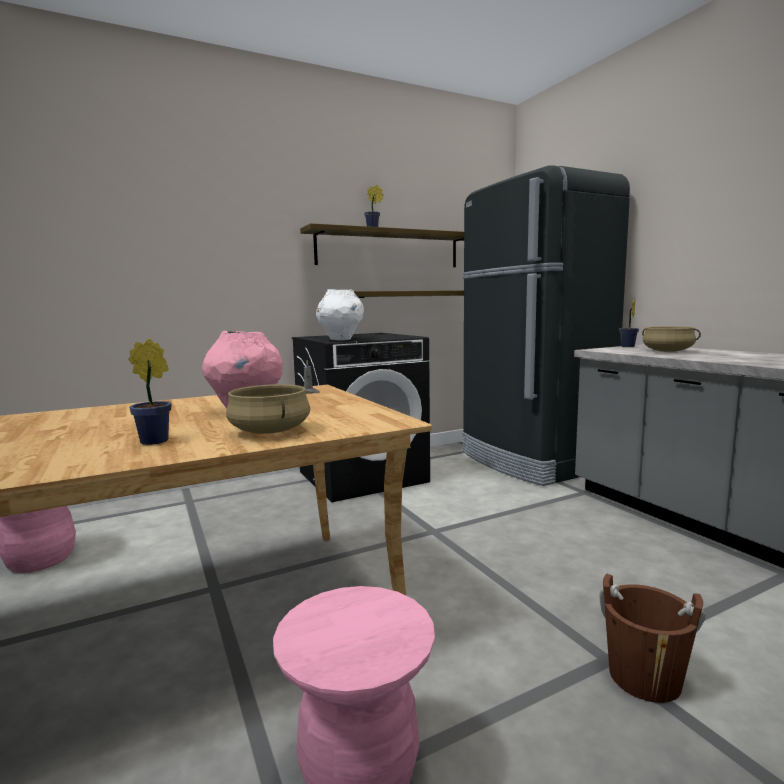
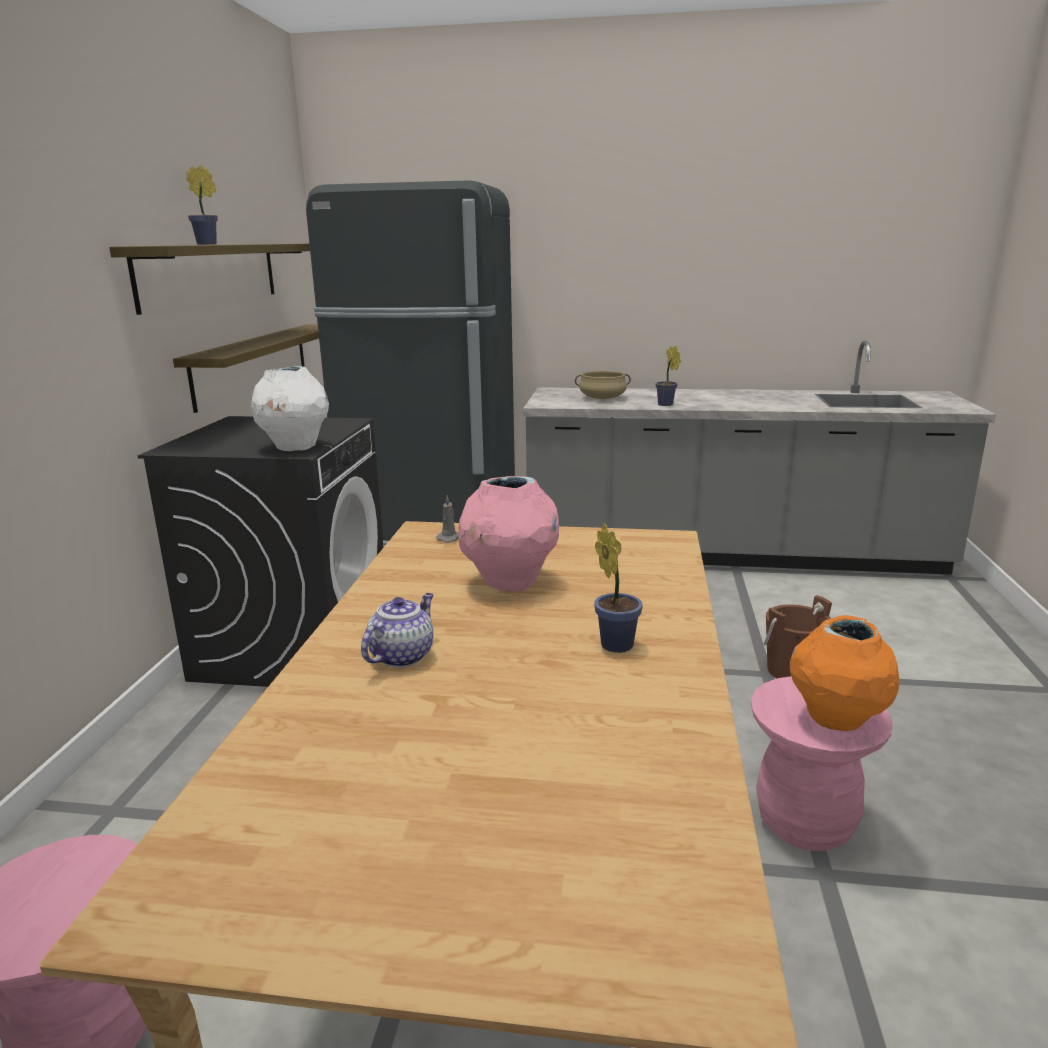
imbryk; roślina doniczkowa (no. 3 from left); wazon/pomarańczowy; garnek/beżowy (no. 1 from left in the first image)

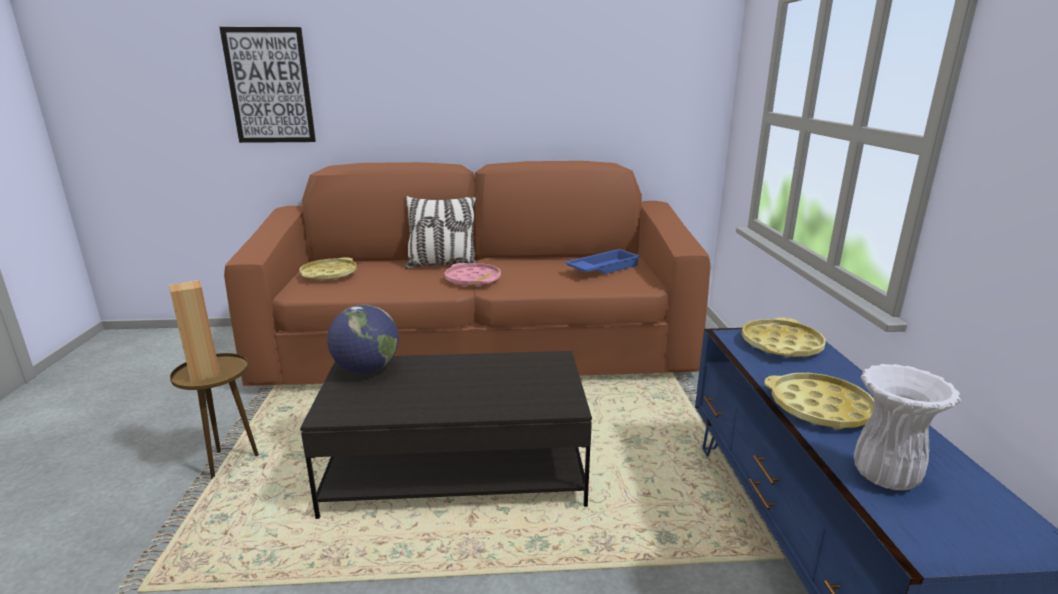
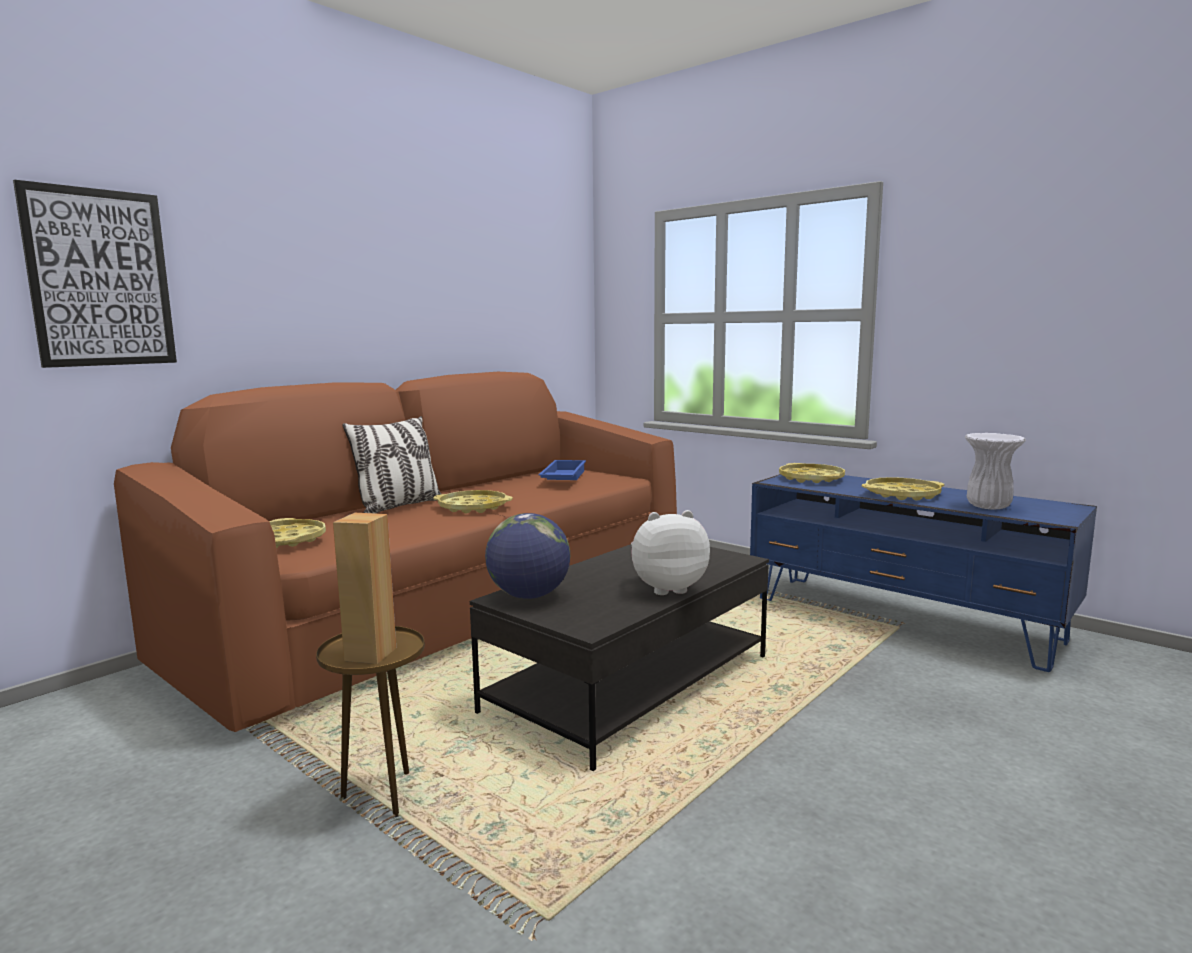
taca/żółty (no. 2 from left); pluszak

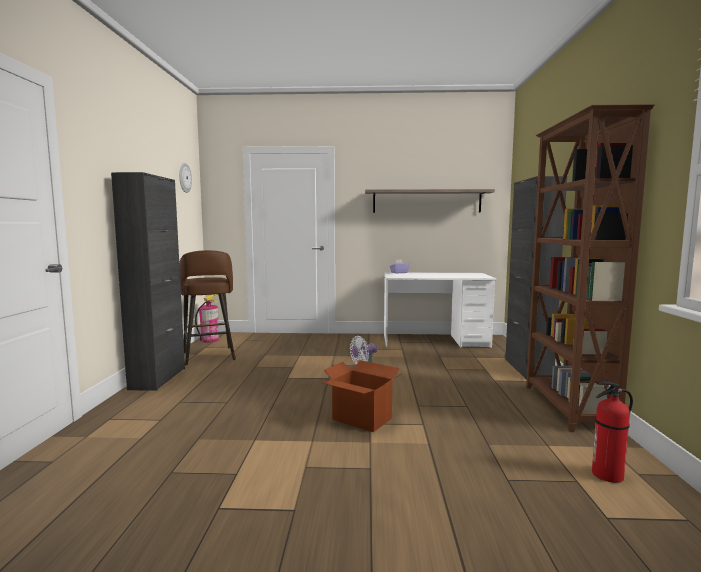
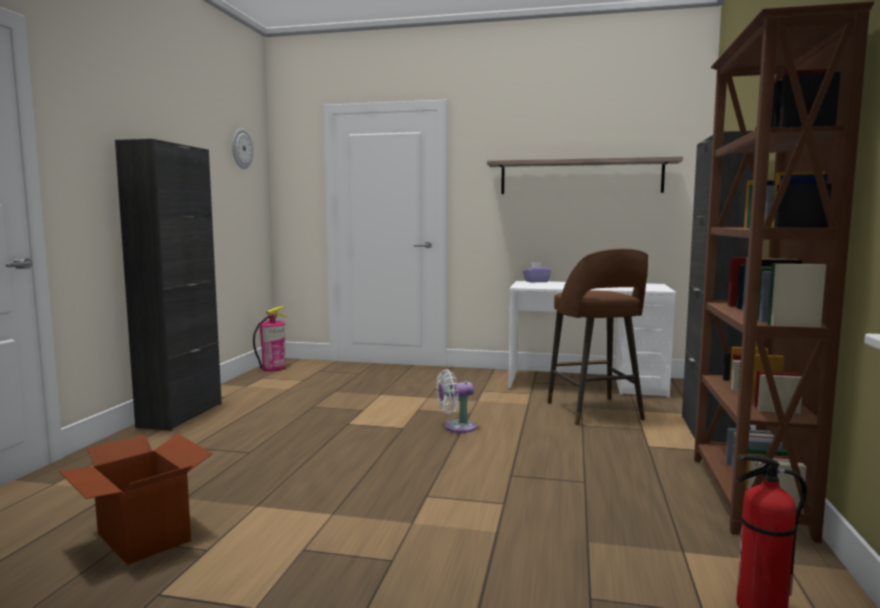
karton; stołek/brązowy

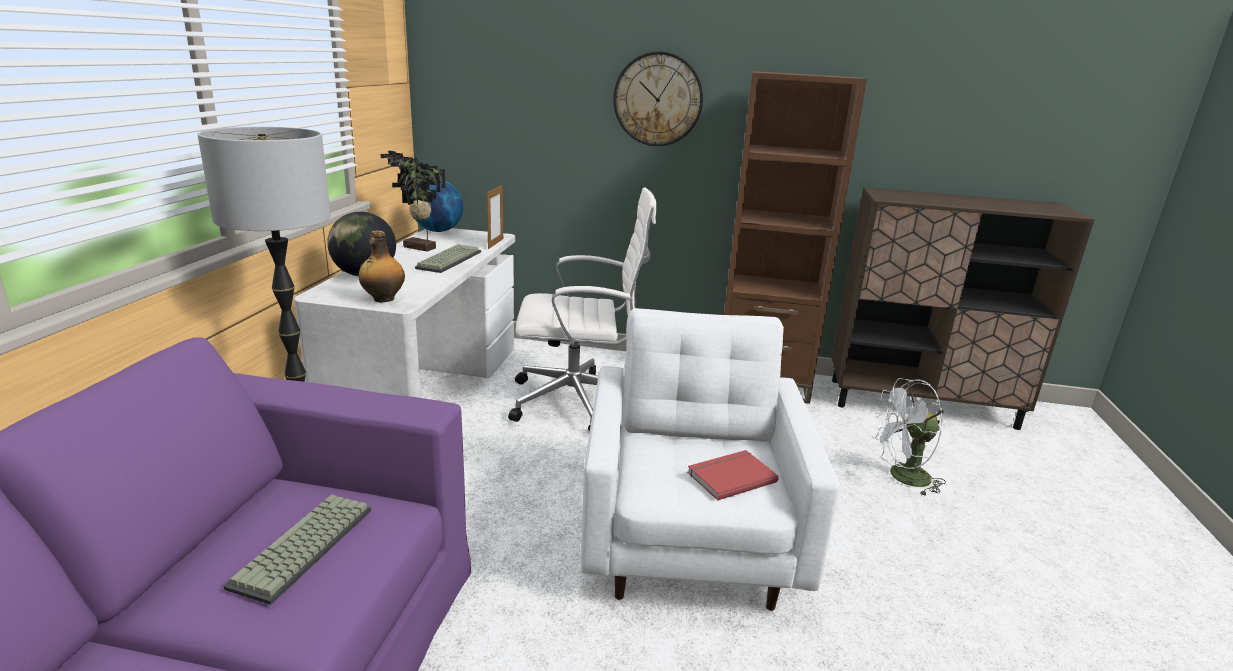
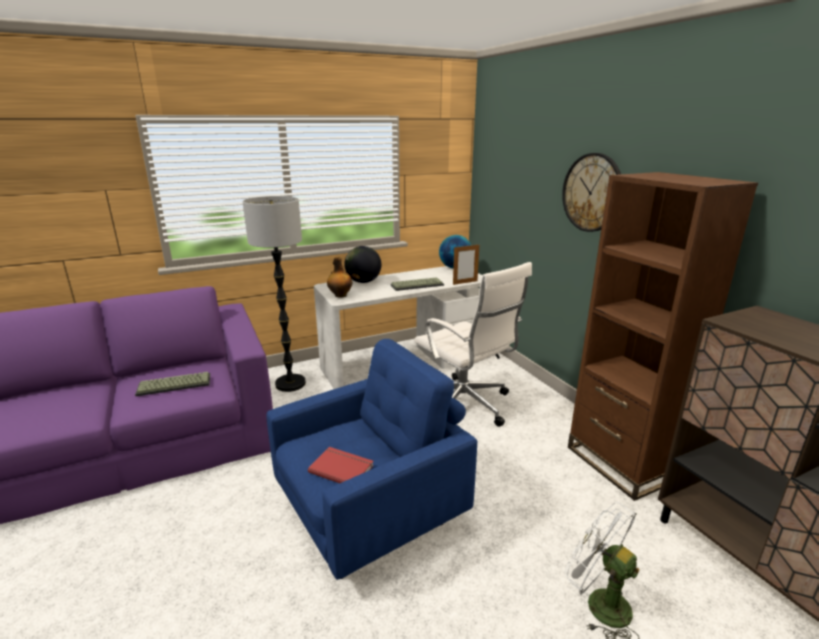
fotel/niebieski; roślina doniczkowa

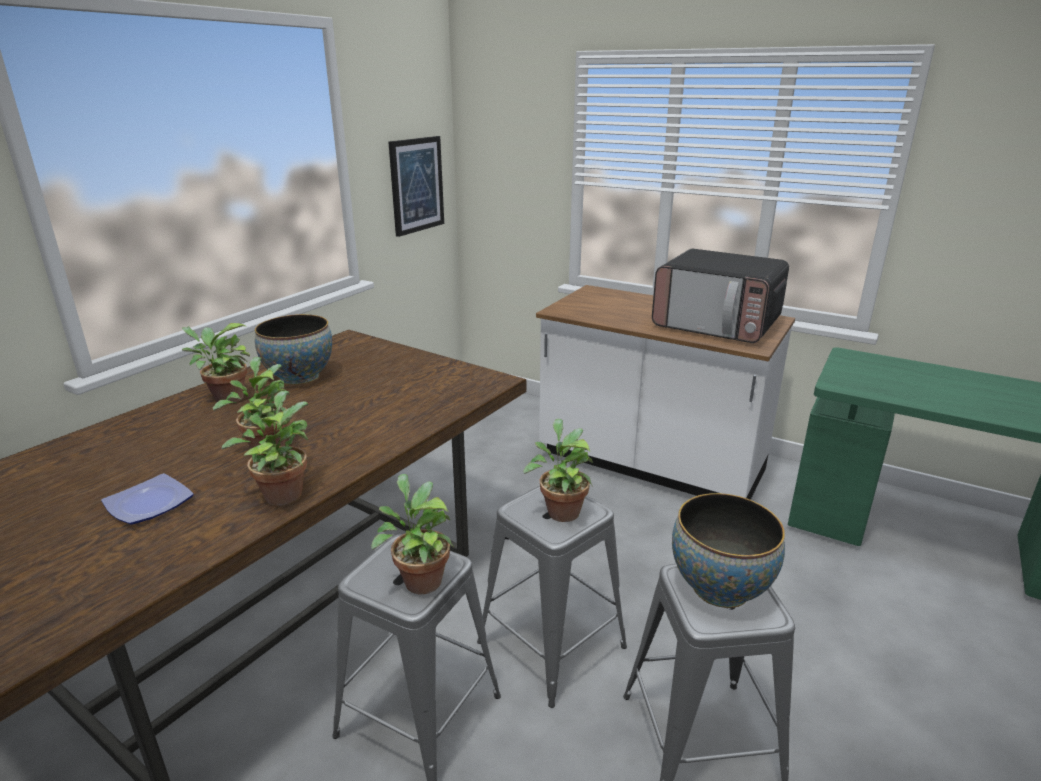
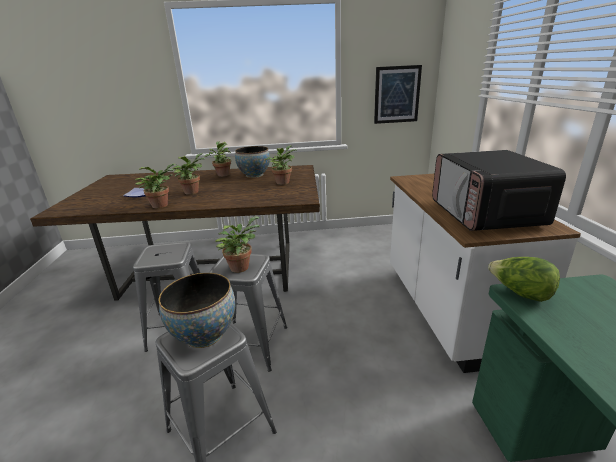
roślina doniczkowa (no. 5 from left); sałata

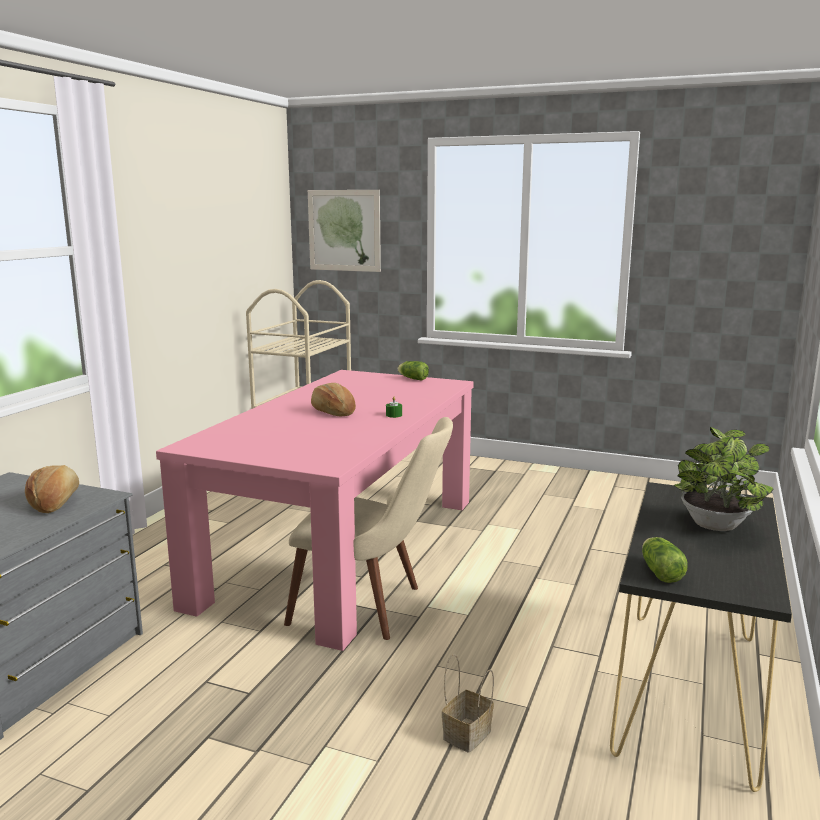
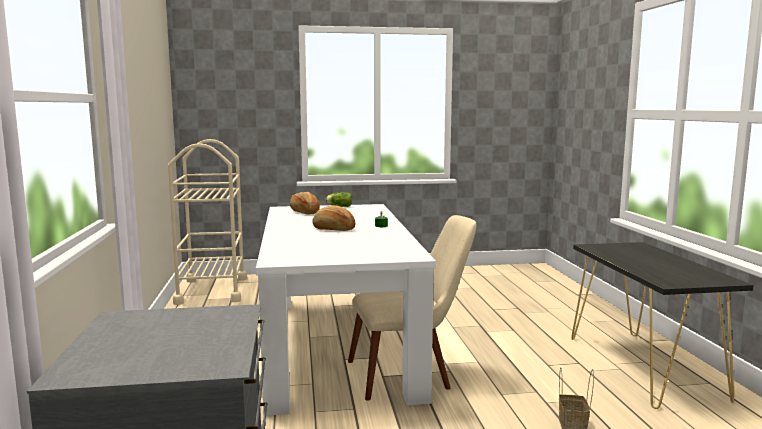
stół jadalny/biały; chleb (no. 1 from left); obraz; sałata (no. 2 from left in the first image); roślina doniczkowa

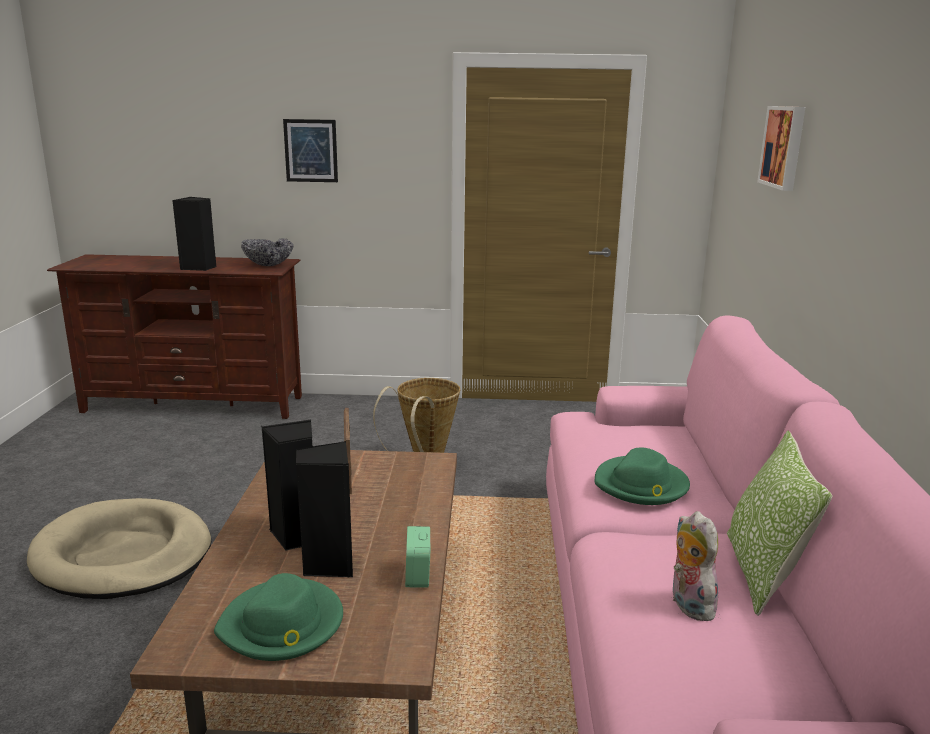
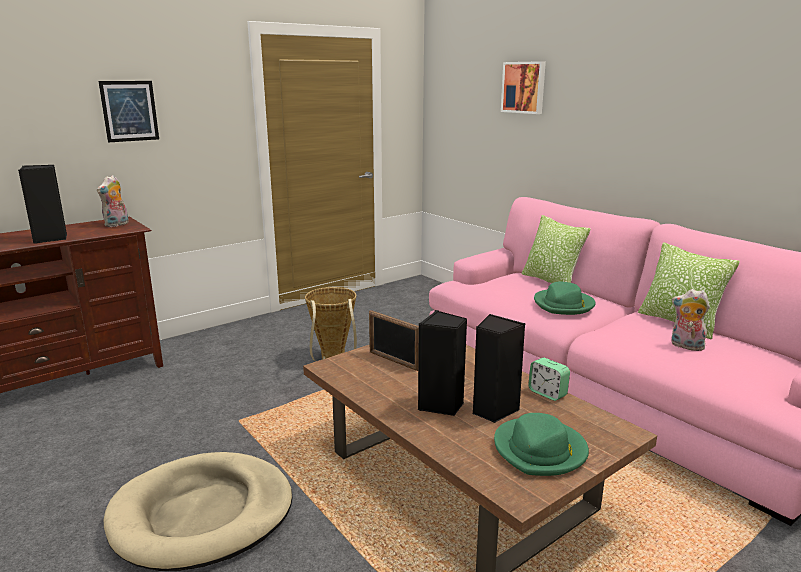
pluszak (no. 1 from left); poduszka (no. 1 from left)

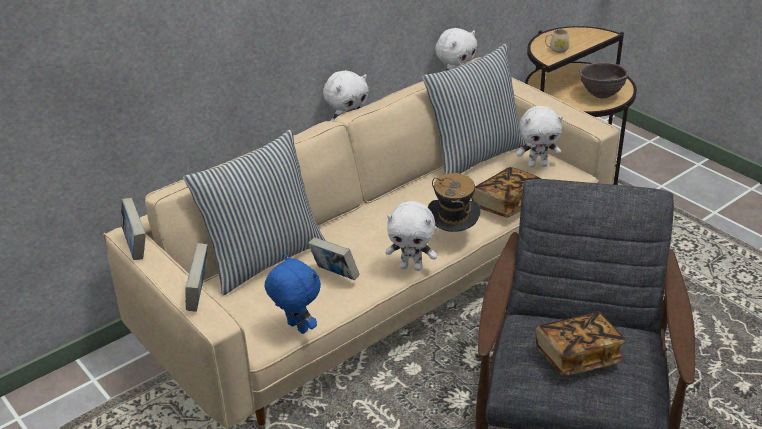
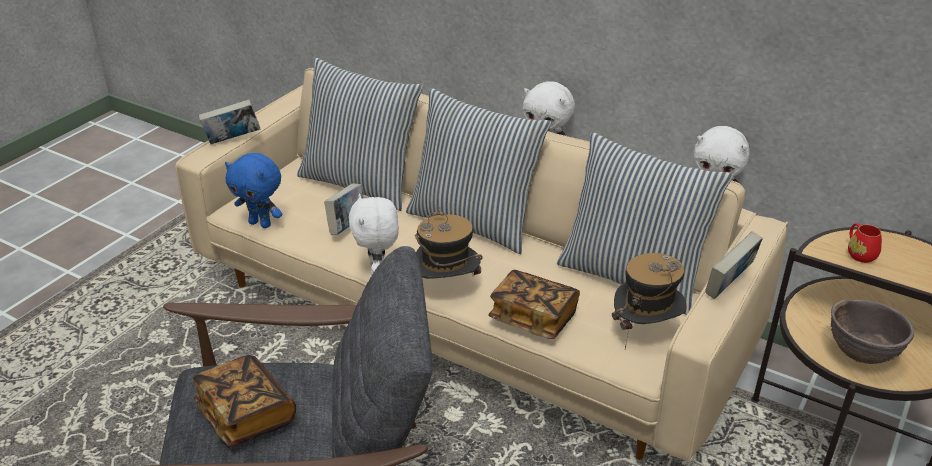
pluszak/niebieski; poduszka (no. 2 from left); kapelusz (no. 2 from left); książka (no. 5 from left); kubek/czerwony

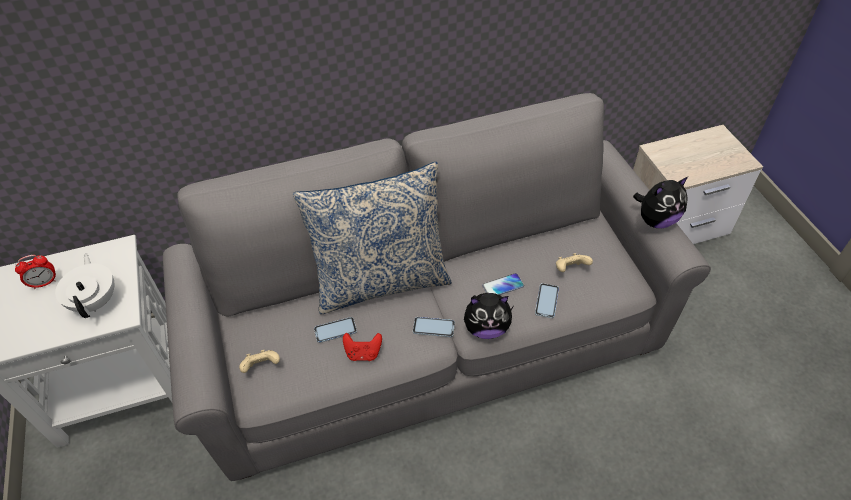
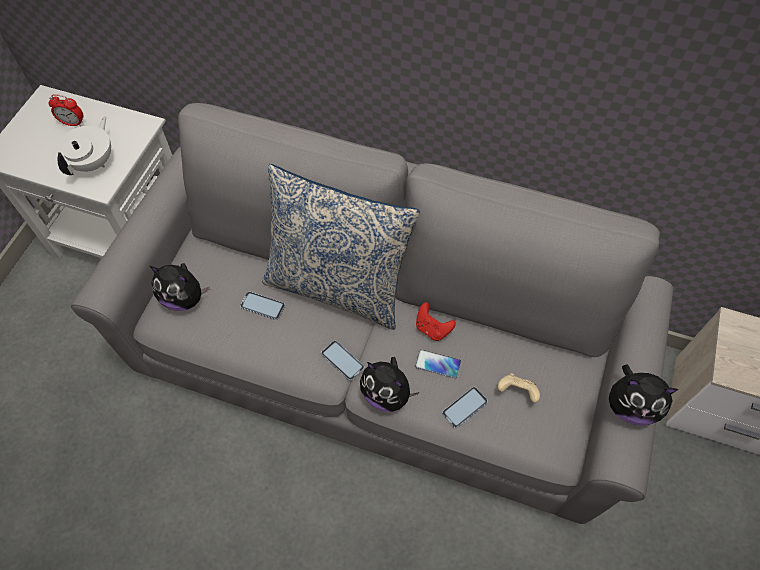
pluszak (no. 1 from left); pad do gier/czerwony

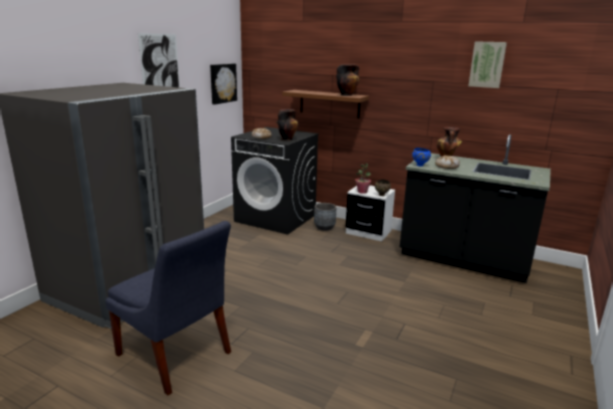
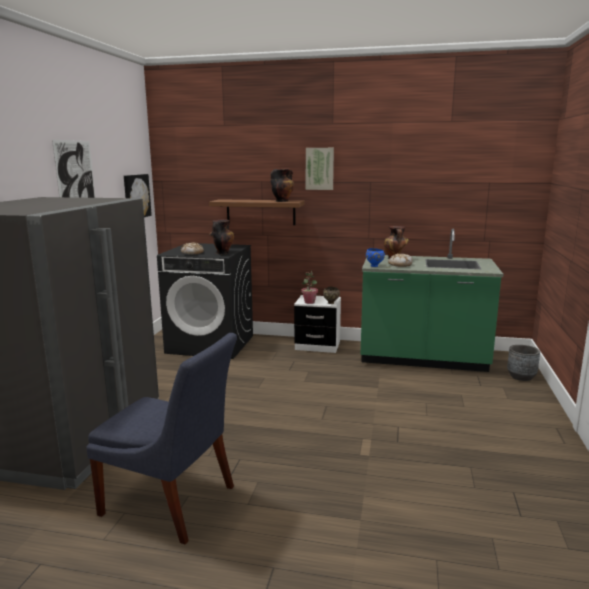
obraz (no. 3 from left); zabudowa kuchenna/zielony; donica/szary

